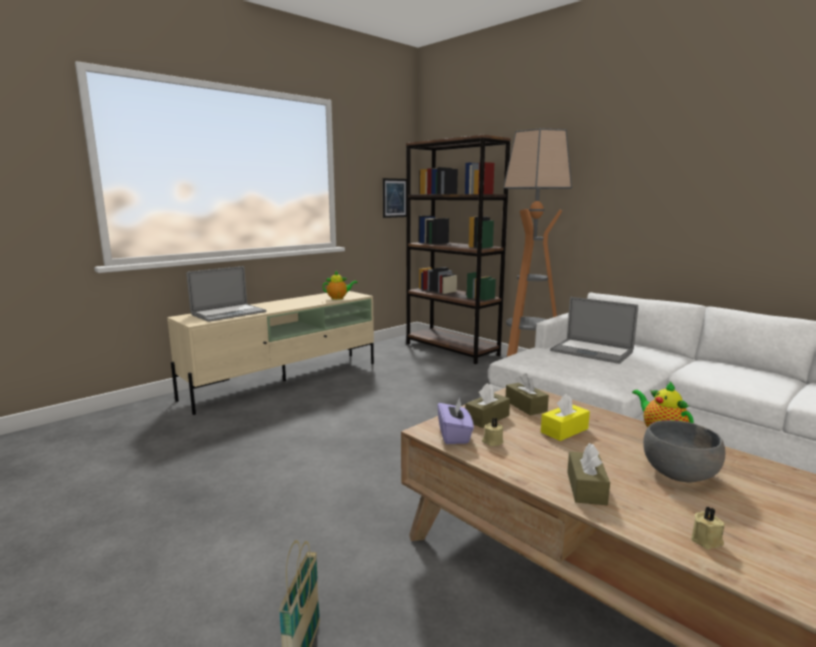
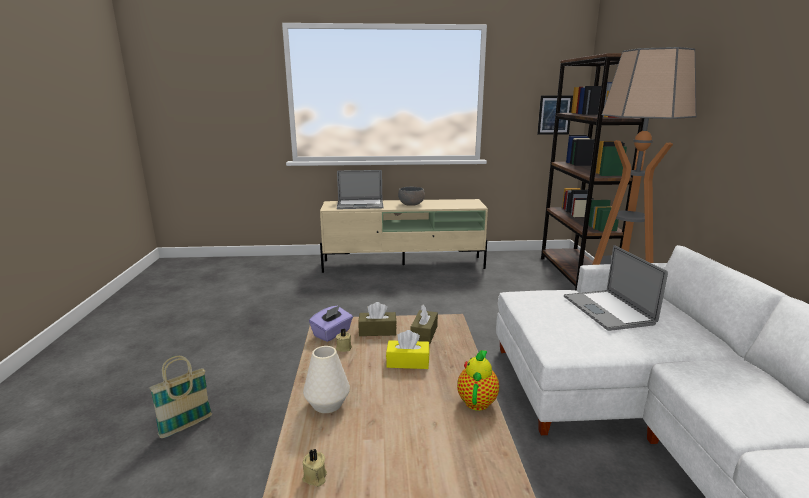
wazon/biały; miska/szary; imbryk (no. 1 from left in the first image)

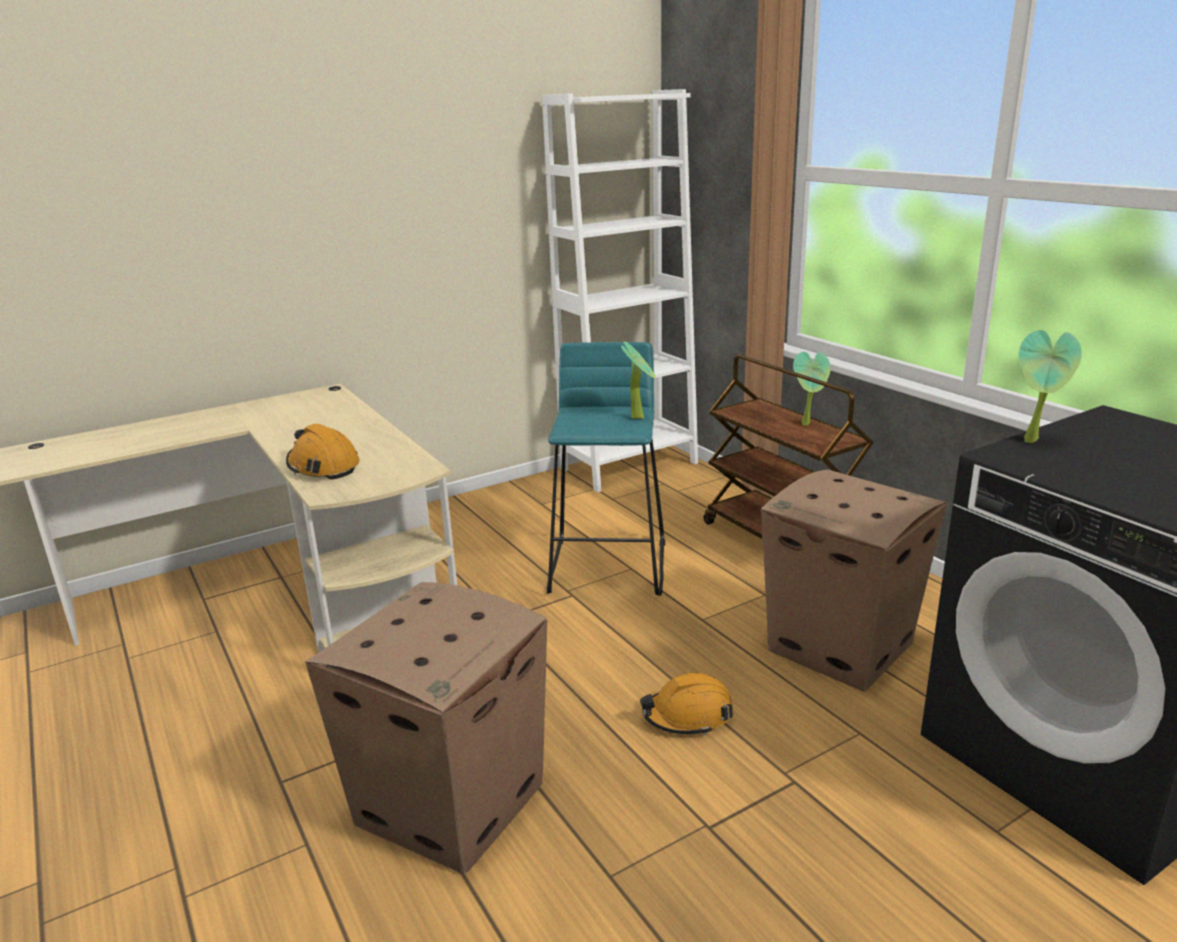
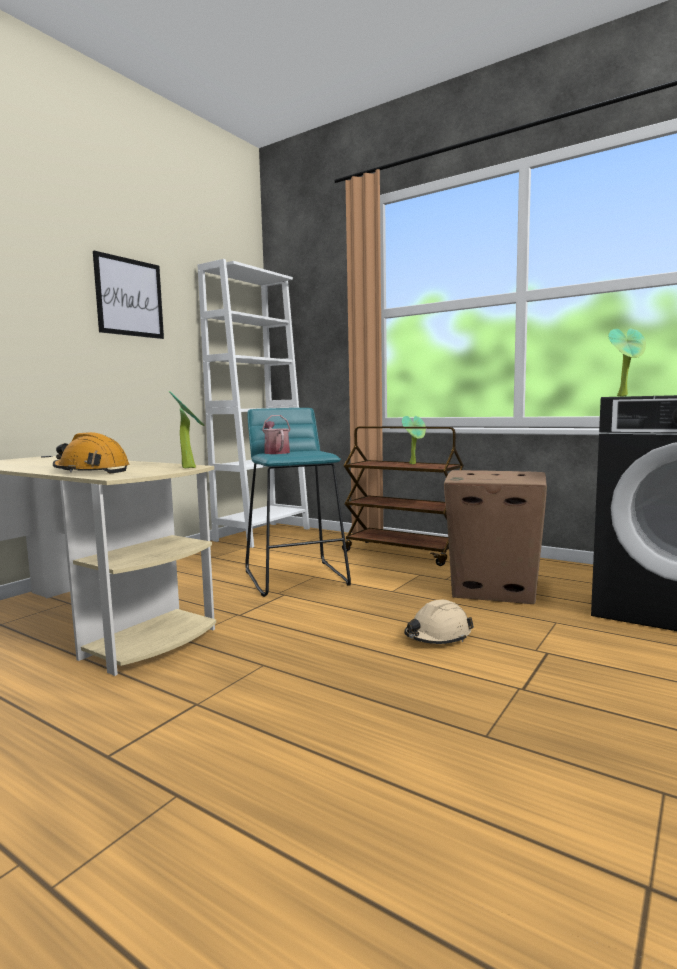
obraz; roślina doniczkowa (no. 1 from left); konewka; kask/beżowy; karton (no. 1 from left in the first image)

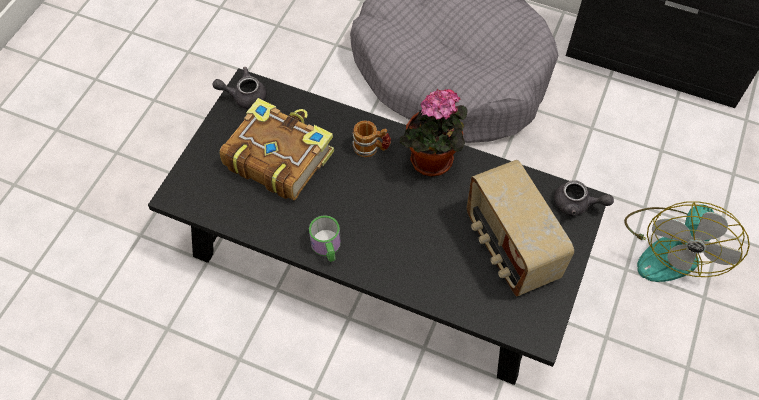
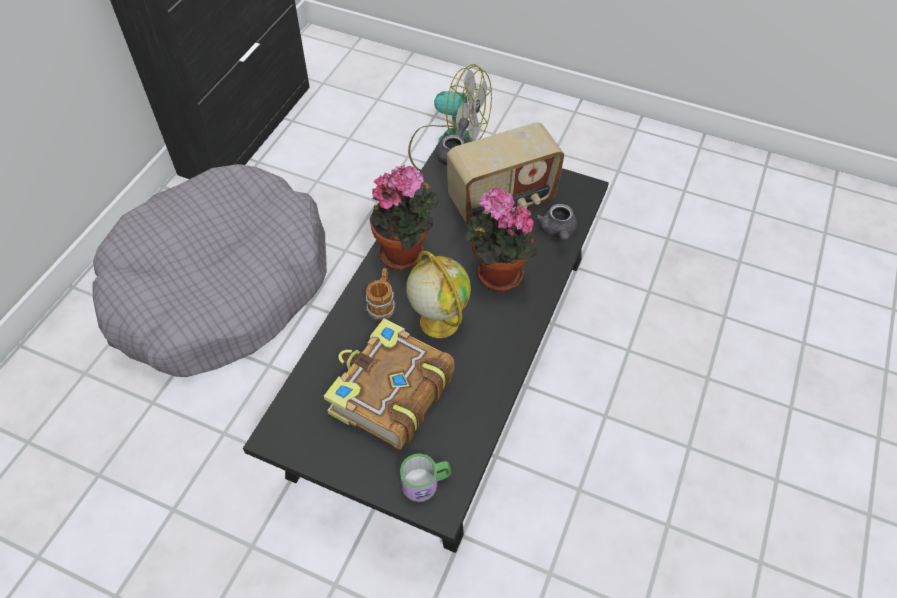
kubek (no. 2 from left); globus; roślina doniczkowa (no. 2 from left); imbryk/szary (no. 2 from left)

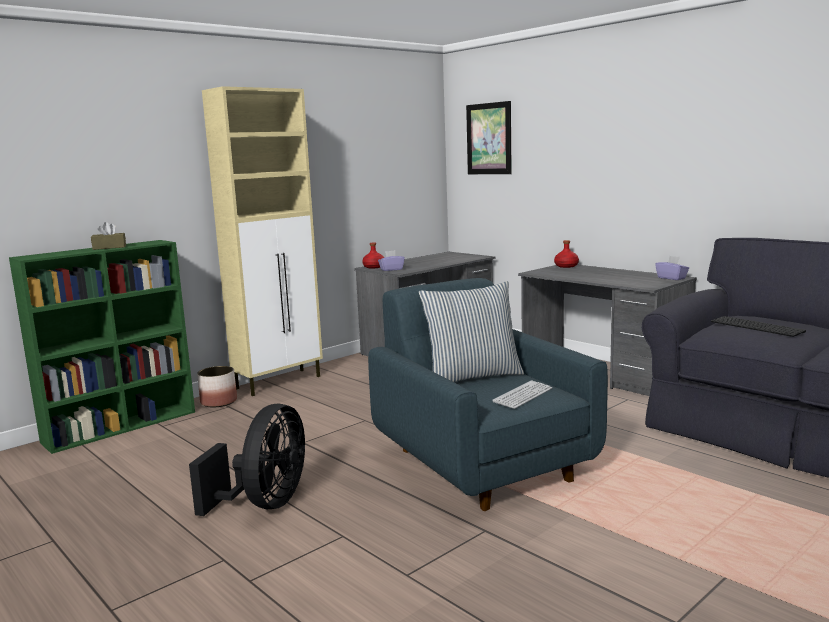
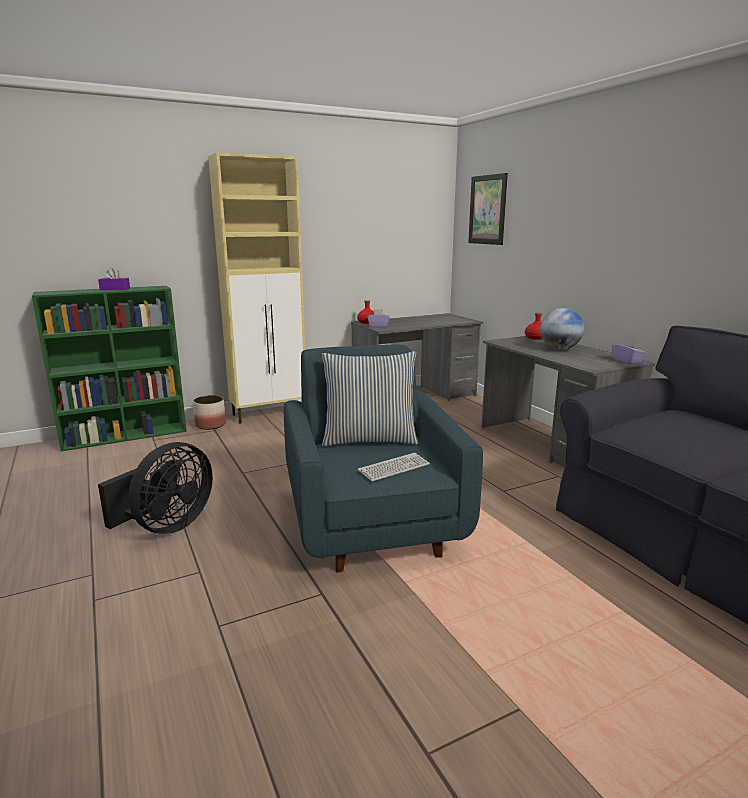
pudełko chusteczek/fioletowy (no. 1 from left); globus; klawiatura (no. 2 from left in the first image)

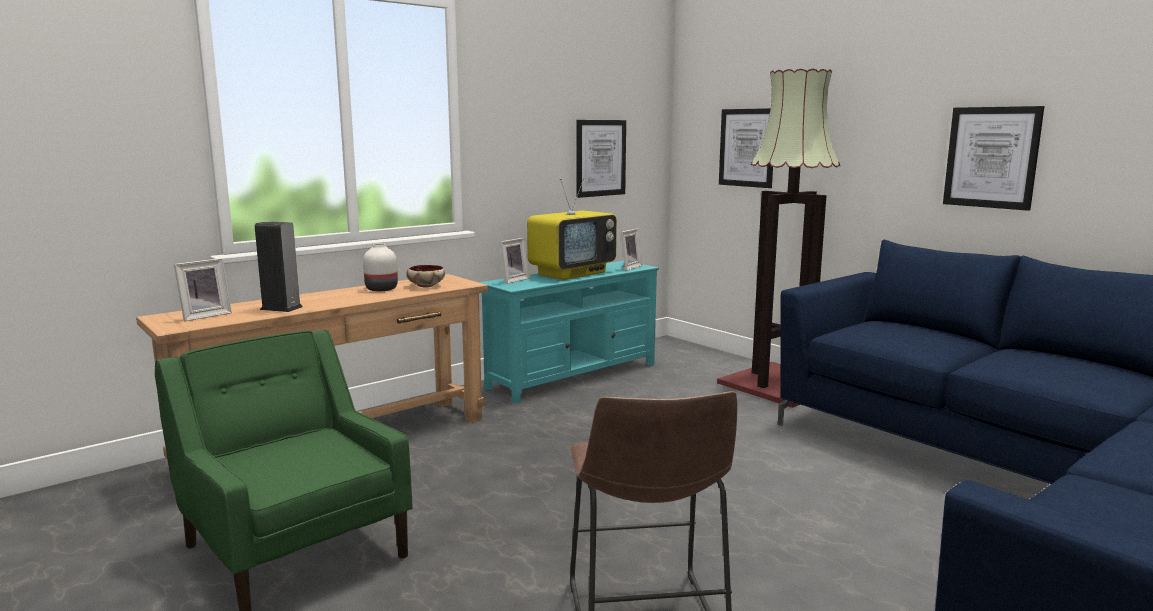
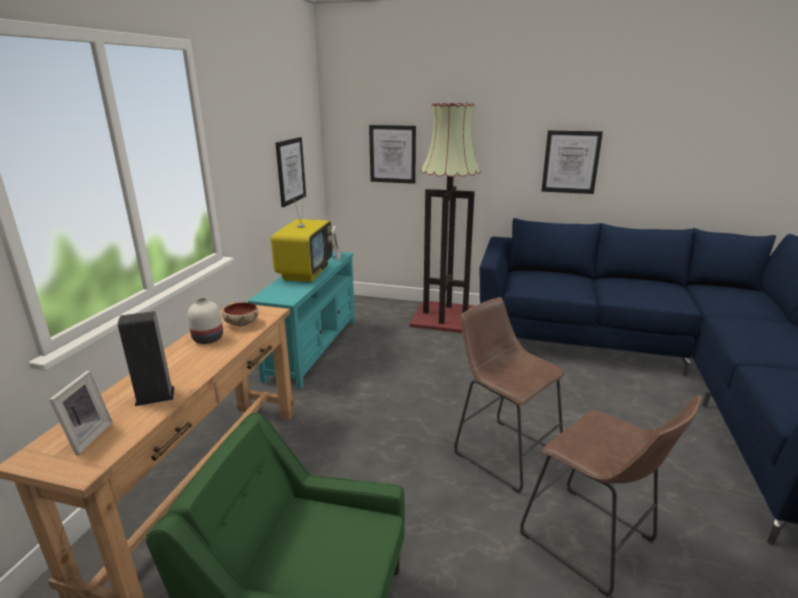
stołek/brązowy (no. 1 from left); ramka na zdjęcie (no. 2 from left in the first image)

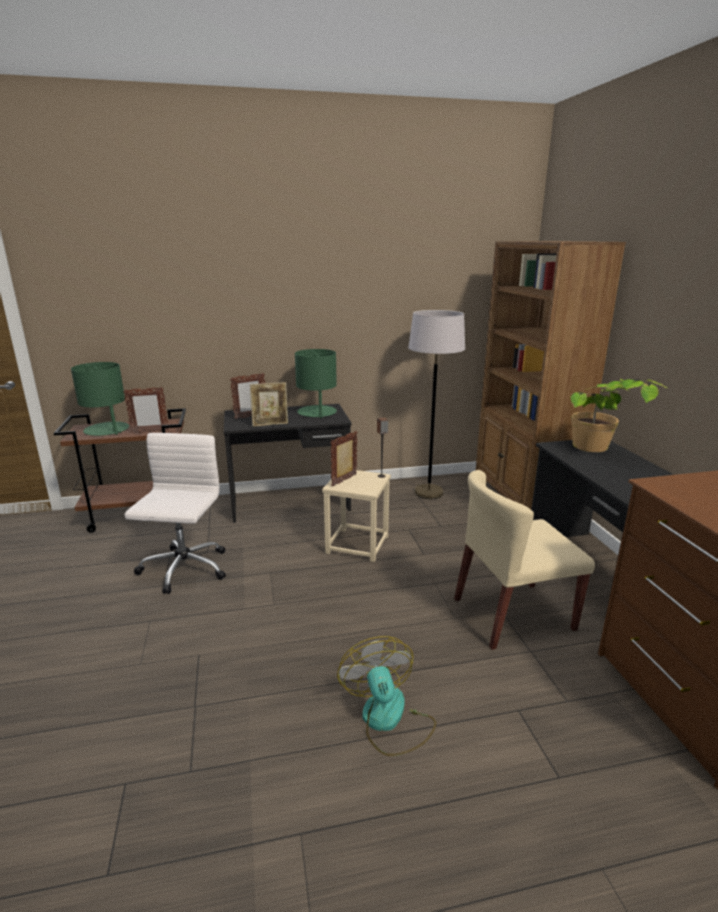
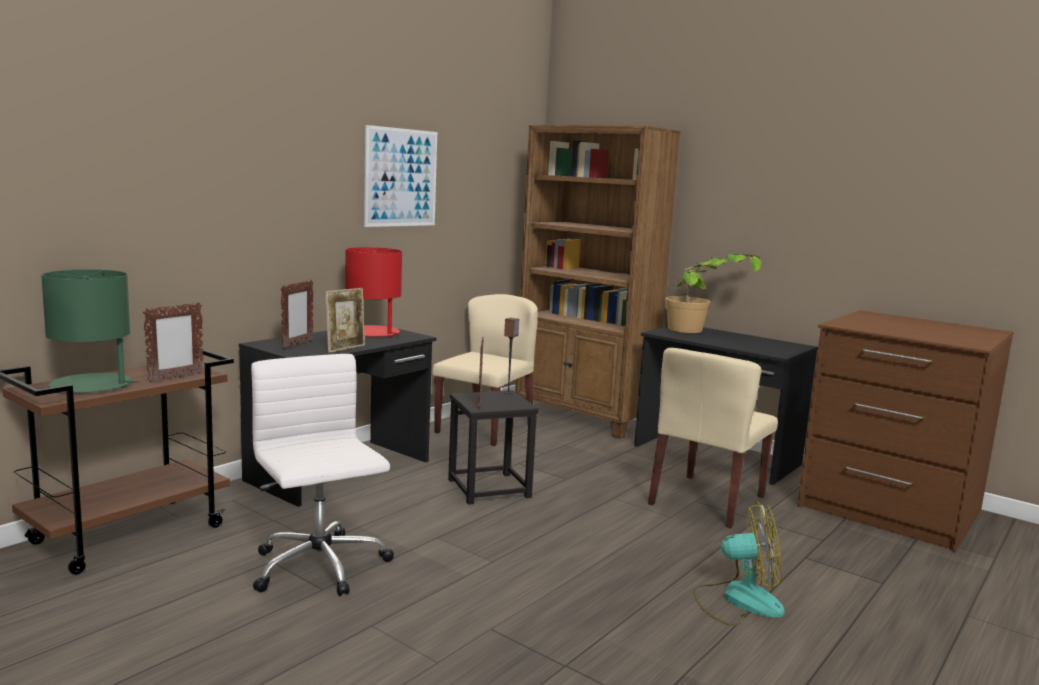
lampa stołowa/czerwony; obraz; krzesło/beżowy (no. 1 from left); stołek/czarny; wentylator

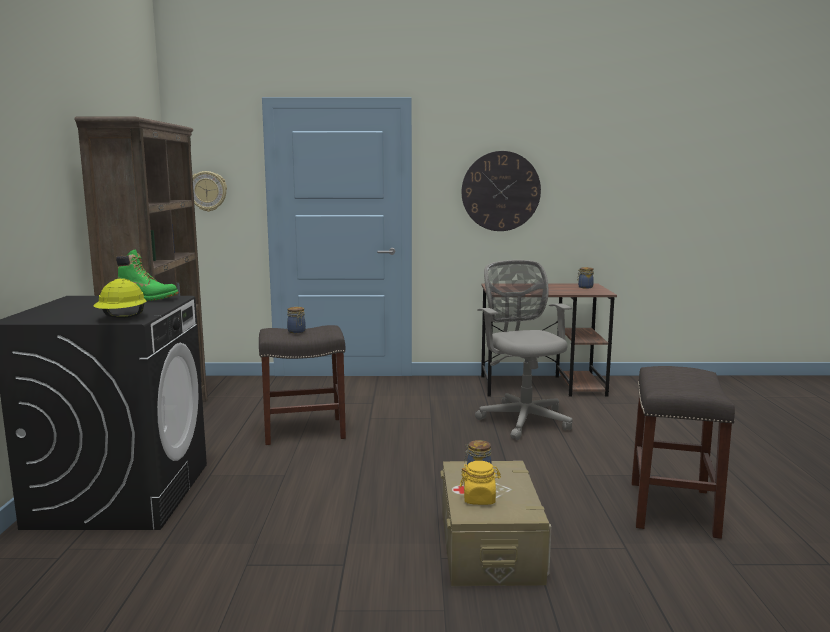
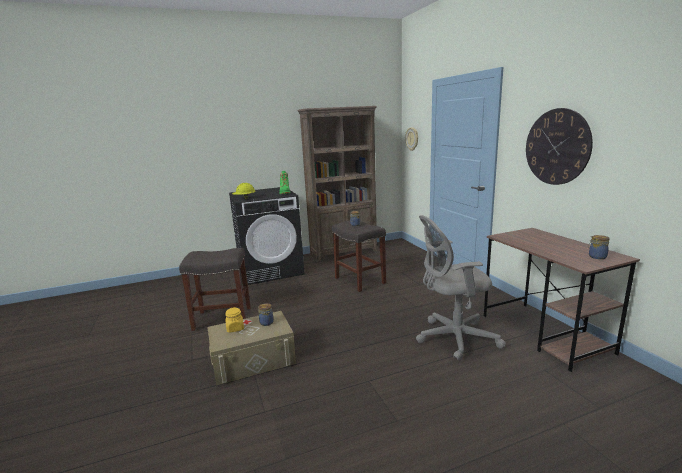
stołek/szary (no. 1 from left); krzesło biurowe/szary

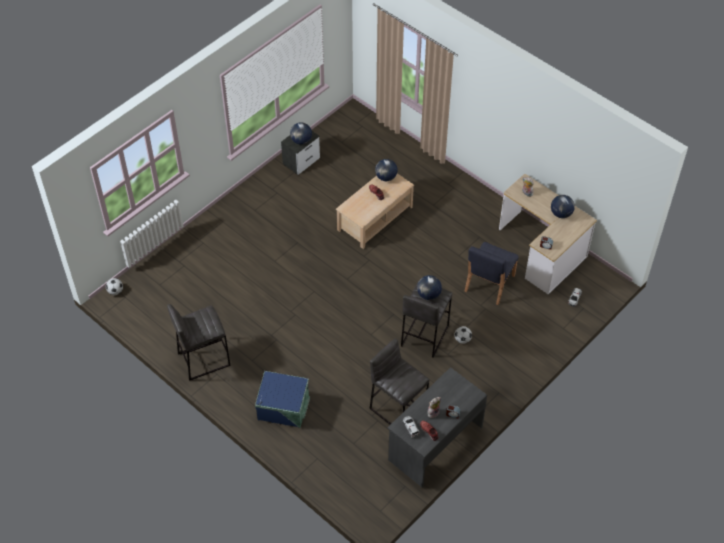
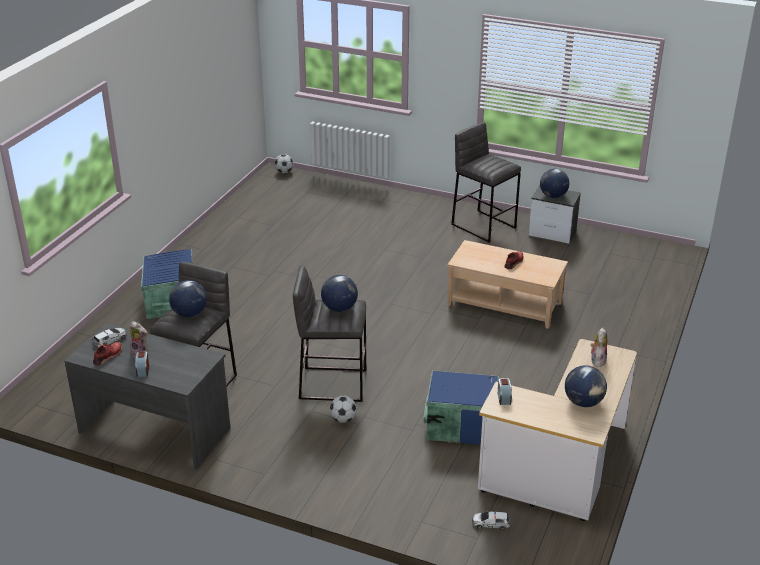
globus (no. 1 from left); pojemnik do przechowywania/niebieski (no. 2 from left); stołek/szary (no. 3 from left)

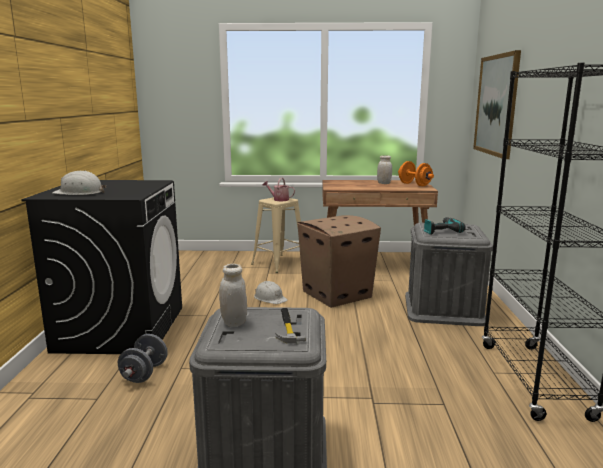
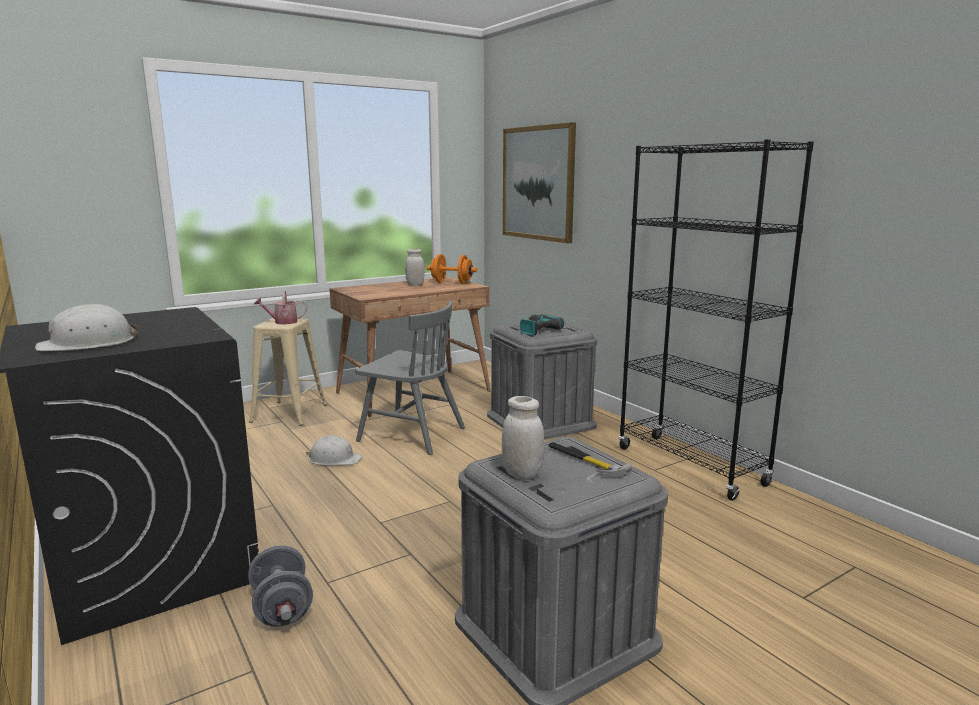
krzesło/szary

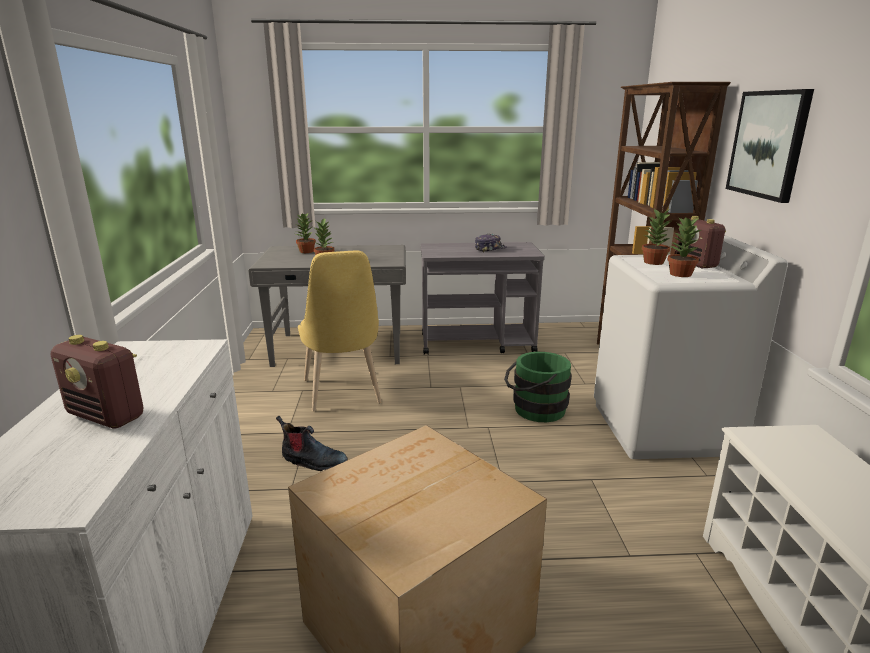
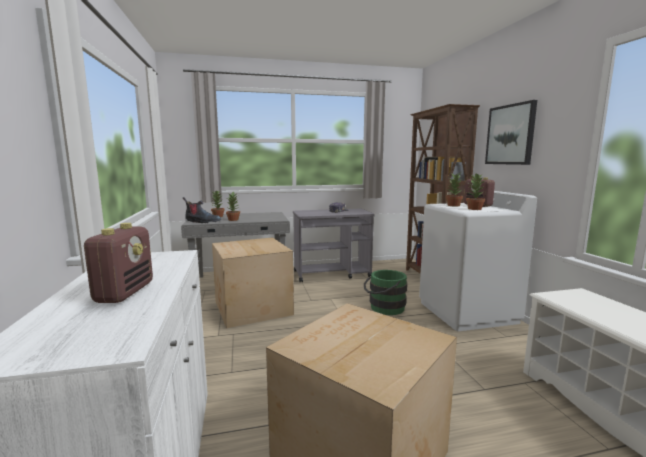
radio (no. 1 from left); but z cholewką; karton (no. 1 from left)

